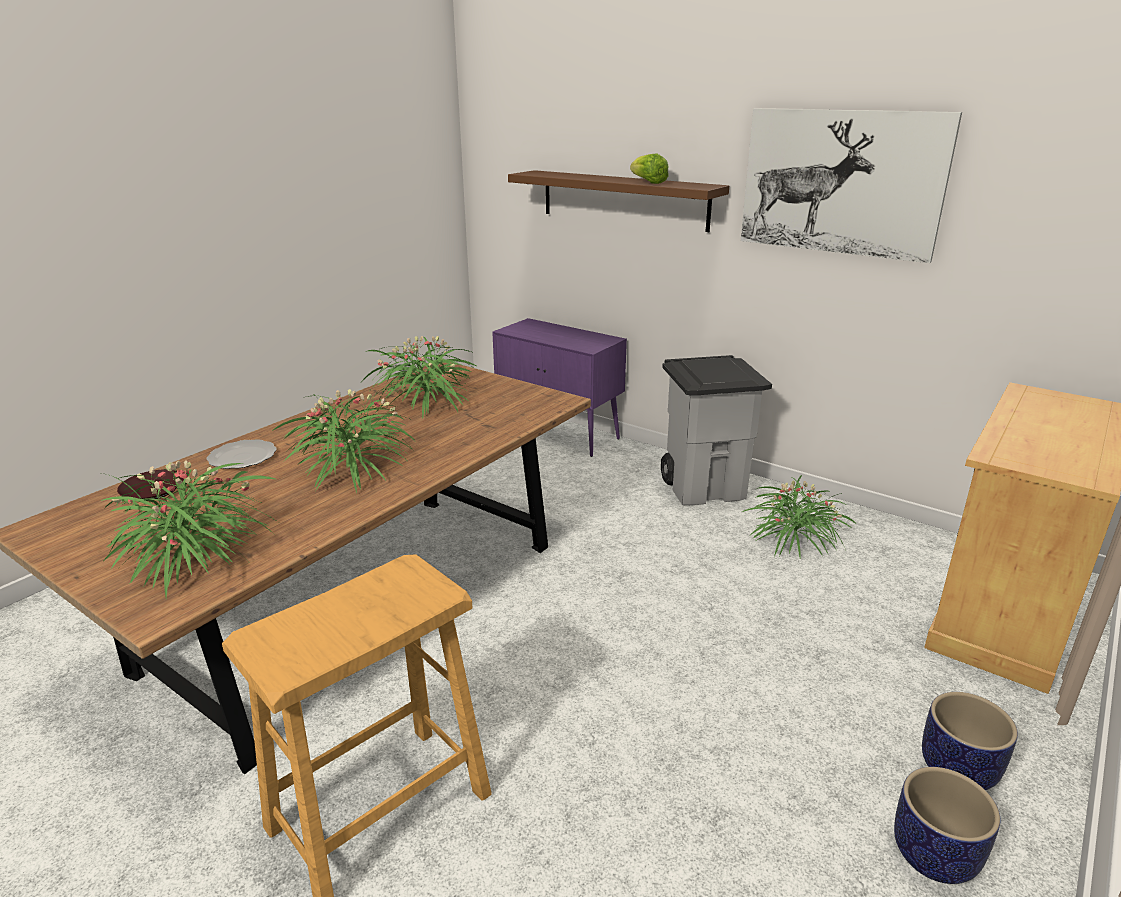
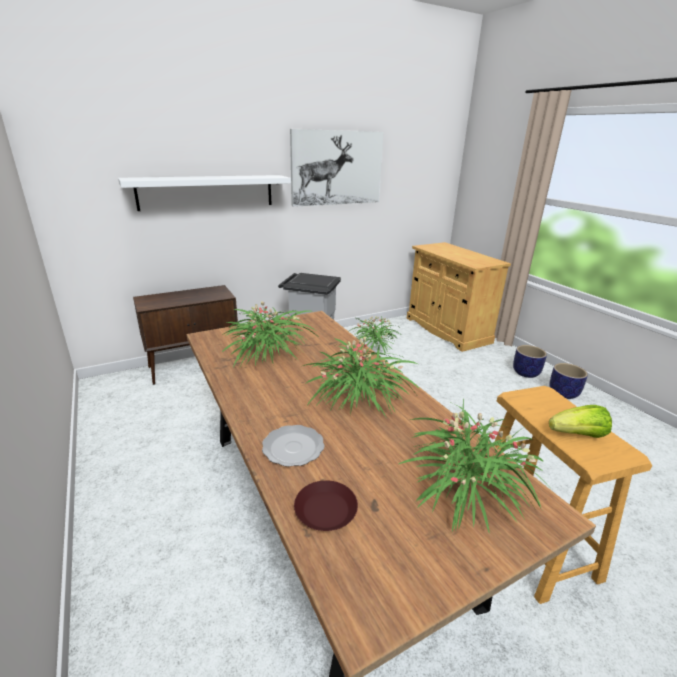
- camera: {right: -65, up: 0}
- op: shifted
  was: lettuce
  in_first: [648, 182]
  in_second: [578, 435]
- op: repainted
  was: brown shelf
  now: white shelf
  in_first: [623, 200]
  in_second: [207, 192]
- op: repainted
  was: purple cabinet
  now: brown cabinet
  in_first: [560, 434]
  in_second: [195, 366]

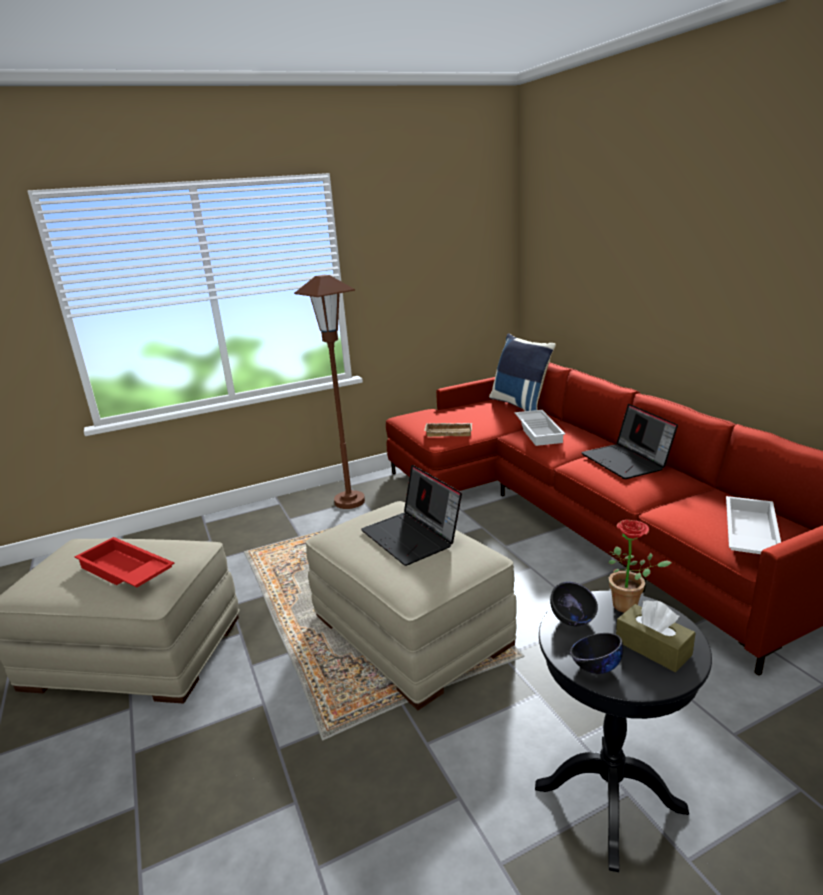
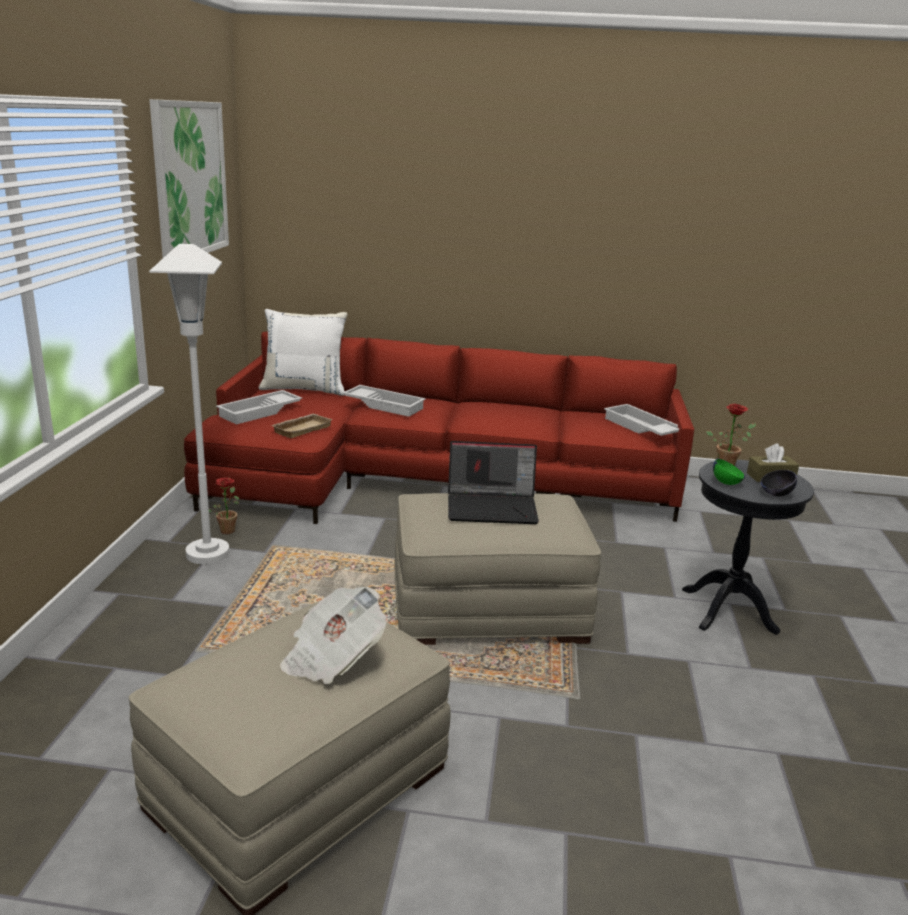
- camera: {right: -60, up: 0}
- op: repainted
  was: brown floor lamp
  now: white floor lamp
  in_first: [349, 501]
  in_second: [207, 553]
- op: repainted
  was: blue pillow
  now: white pillow
  in_first: [521, 405]
  in_second: [304, 389]
- op: gone
  was: laptop
  in_first: [627, 461]
- op: swapped
  was: red tray
  now: newspaper
  in_first: [124, 572]
  in_second: [332, 657]
- op: repainted
  was: black bowl
  now: green bowl
  in_first: [572, 620]
  in_second: [726, 483]
- op: new
  now: picture
  in_second: [190, 180]
- op: new
  now: white tray
  in_second: [260, 412]
- op: new
  now: potted plant
  in_second: [227, 529]

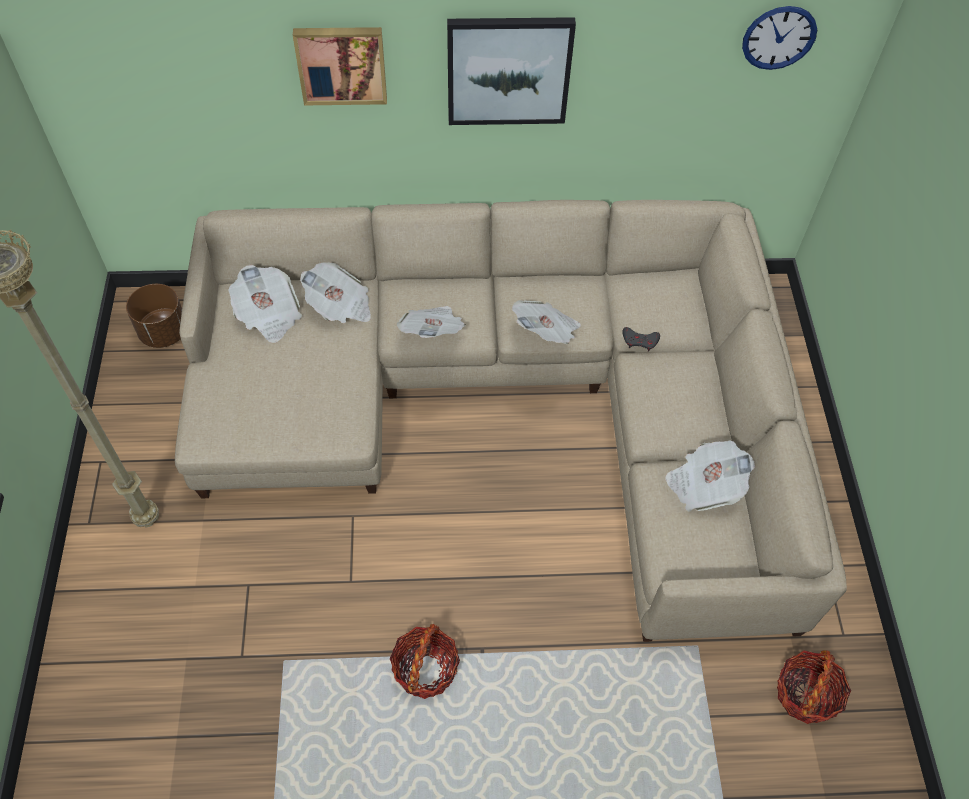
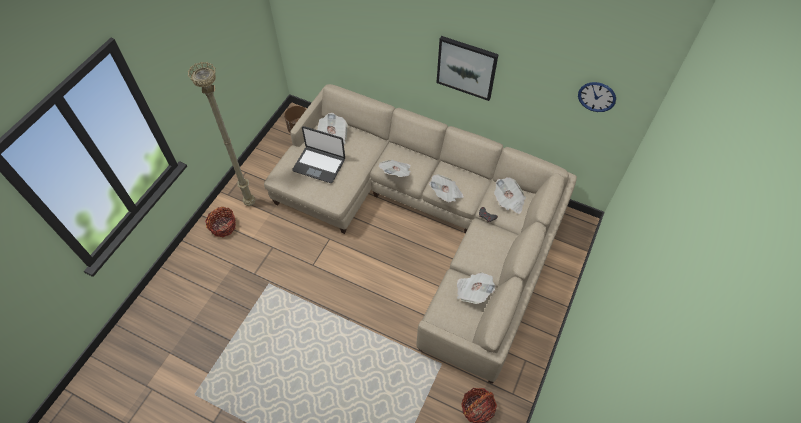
- camera: {right: 30, up: 0}
- op: gone
  was: picture
  in_first: [341, 64]
- op: shifted
  was: newspaper
  in_first: [340, 306]
  in_second: [509, 201]
- op: shifted
  was: basket
  in_first: [425, 669]
  in_second: [223, 226]
- op: new
  now: laptop
  in_second: [319, 164]

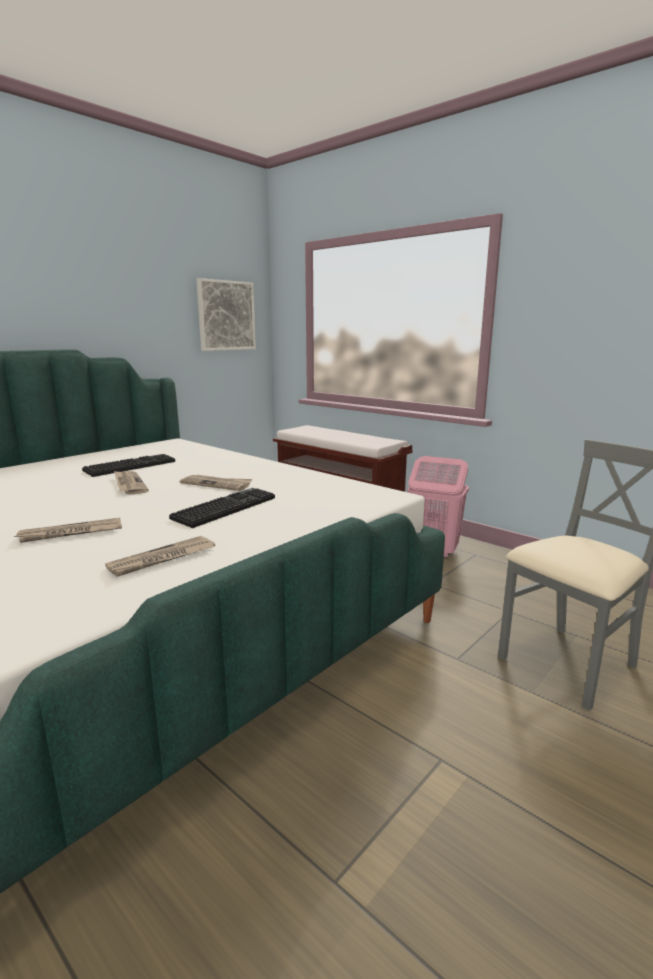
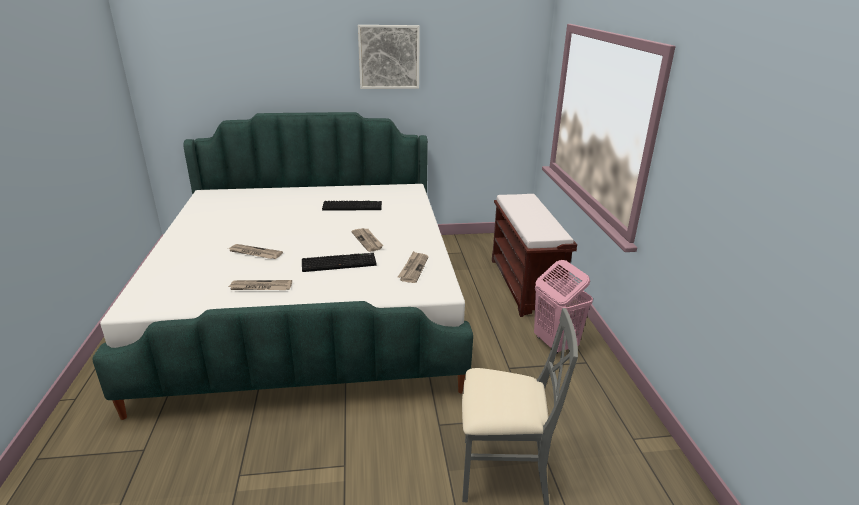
- camera: {right: 40, up: 10}
- op: shifted
  was: picture
  in_first: [226, 316]
  in_second: [389, 57]
- op: shifted
  was: newspaper
  in_first: [129, 484]
  in_second: [413, 268]

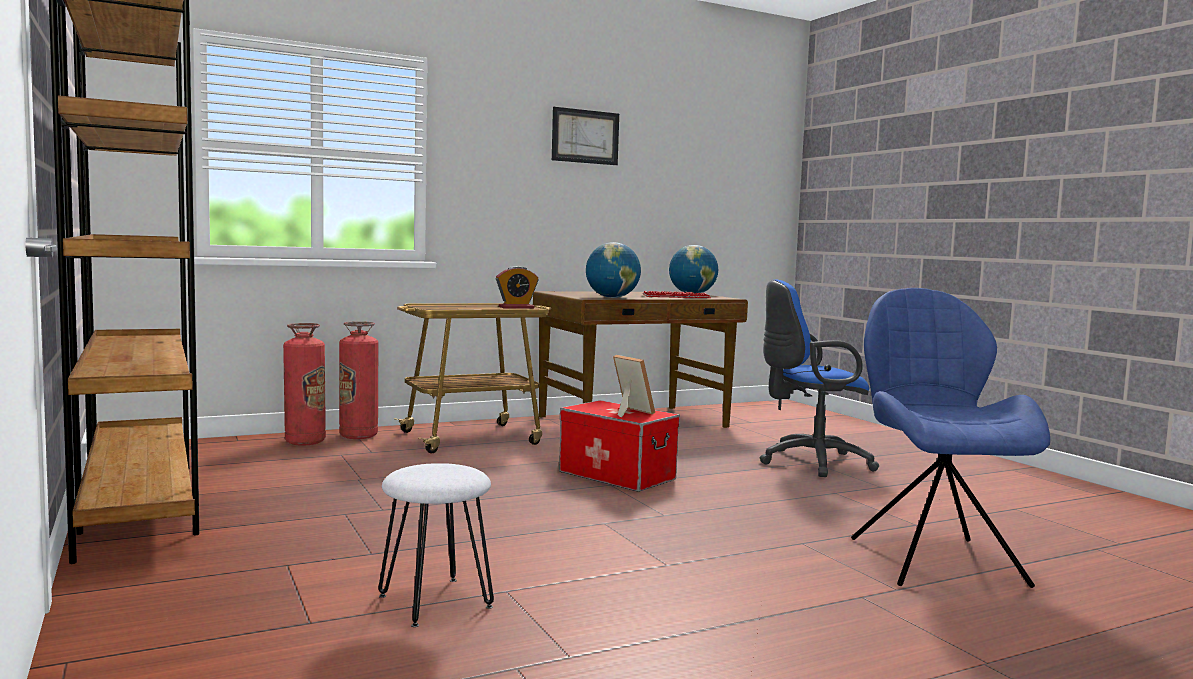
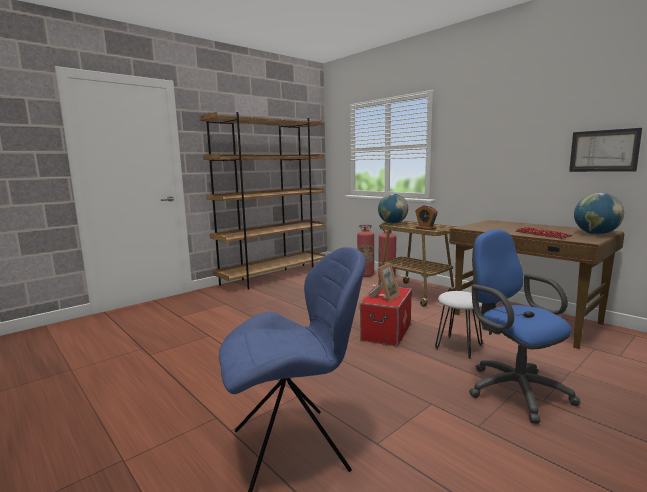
- camera: {right: 75, up: 5}
- op: shifted
  was: picture
  in_first: [585, 136]
  in_second: [603, 151]
- op: shifted
  was: globe
  in_first: [612, 297]
  in_second: [392, 223]
- op: shifted
  was: white stool
  in_first: [436, 602]
  in_second: [458, 347]

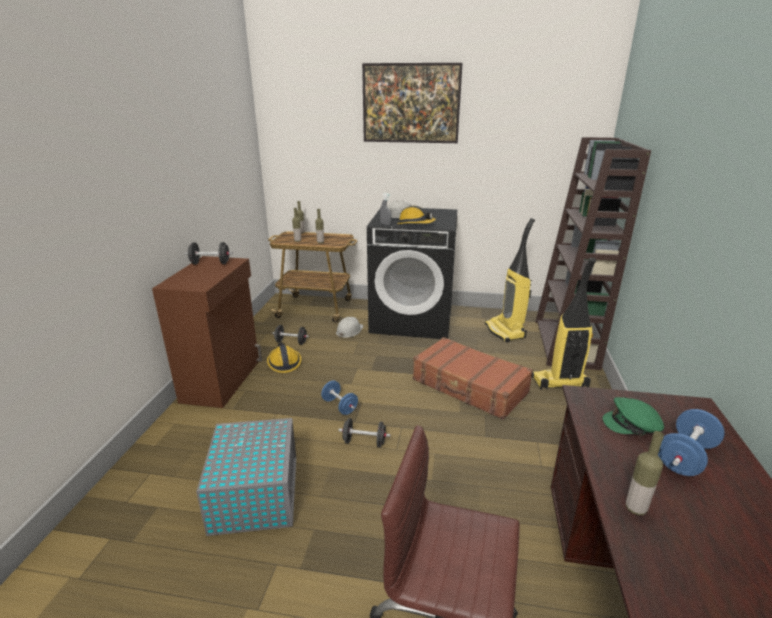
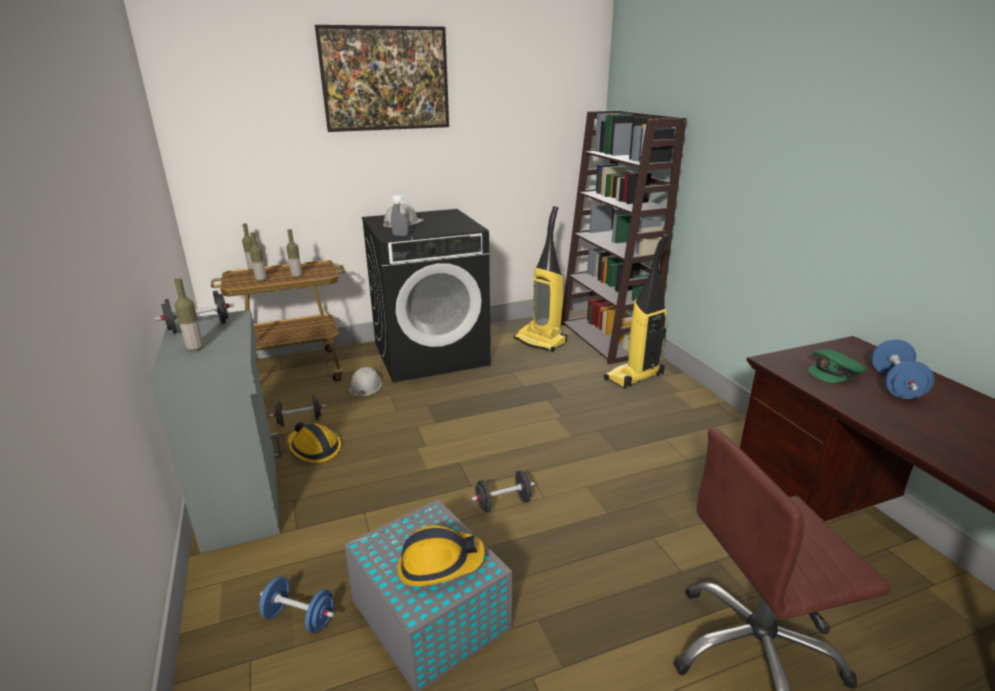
- camera: {right: -30, up: 0}
- op: shifted
  was: hard hat
  in_first: [415, 224]
  in_second: [439, 564]
- op: repainted
  was: brown cabinet
  now: grey cabinet
  in_first: [223, 380]
  in_second: [244, 498]
- op: gone
  was: brown suitcase
  in_first: [469, 387]
- op: shifted
  was: blue dumbbell
  in_first: [339, 406]
  in_second: [299, 618]
- op: shifted
  was: bottle
  in_first: [635, 508]
  in_second: [195, 349]

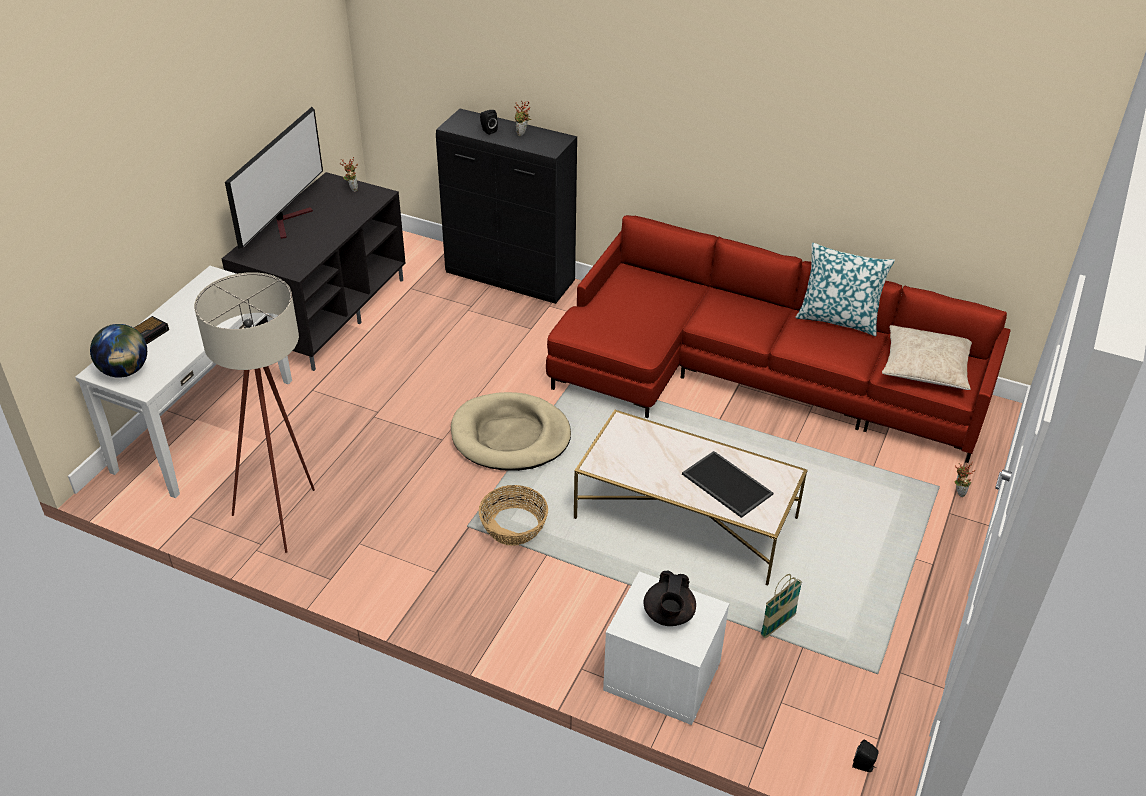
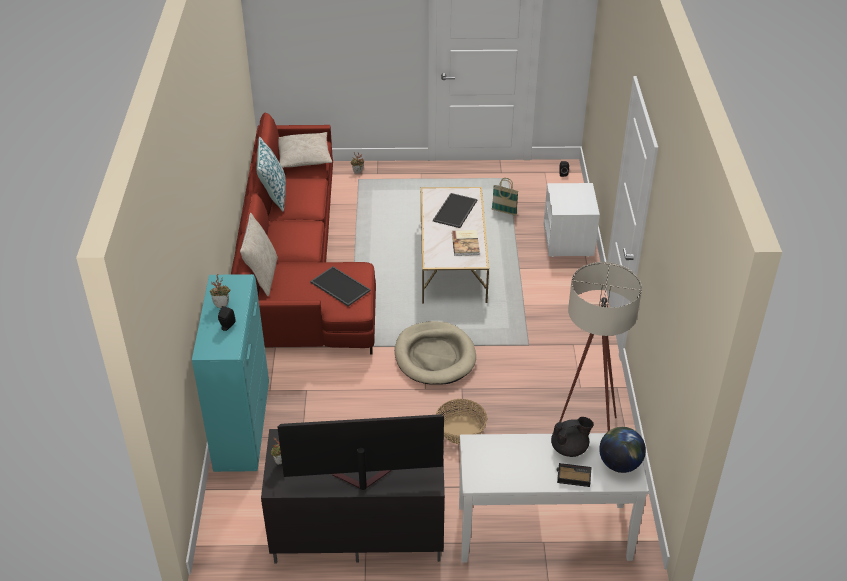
- camera: {right: -115, up: 0}
- op: repainted
  was: black cabinet
  now: turquoise cabinet
  in_first: [511, 279]
  in_second: [242, 427]
- op: shifted
  was: basket
  in_first: [513, 527]
  in_second: [461, 430]
- op: shifted
  was: black teapot
  in_first: [668, 615]
  in_second: [570, 448]
- op: new
  now: beige pillow
  in_second: [262, 276]
- op: new
  now: book
  in_second: [466, 243]
- op: new
  now: tray
  in_second: [339, 286]

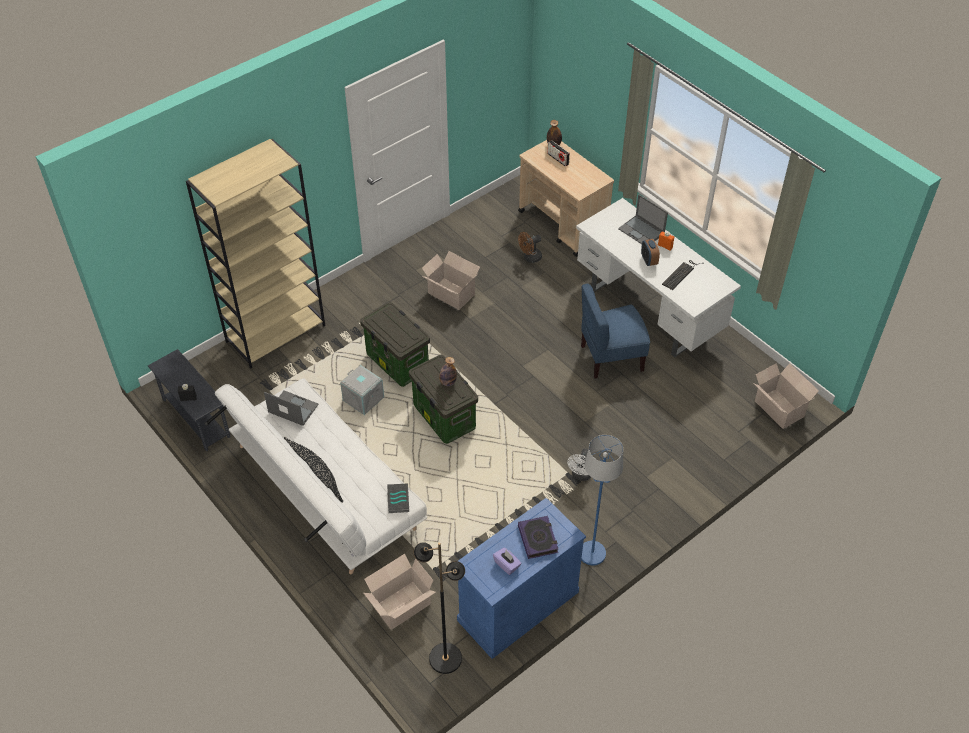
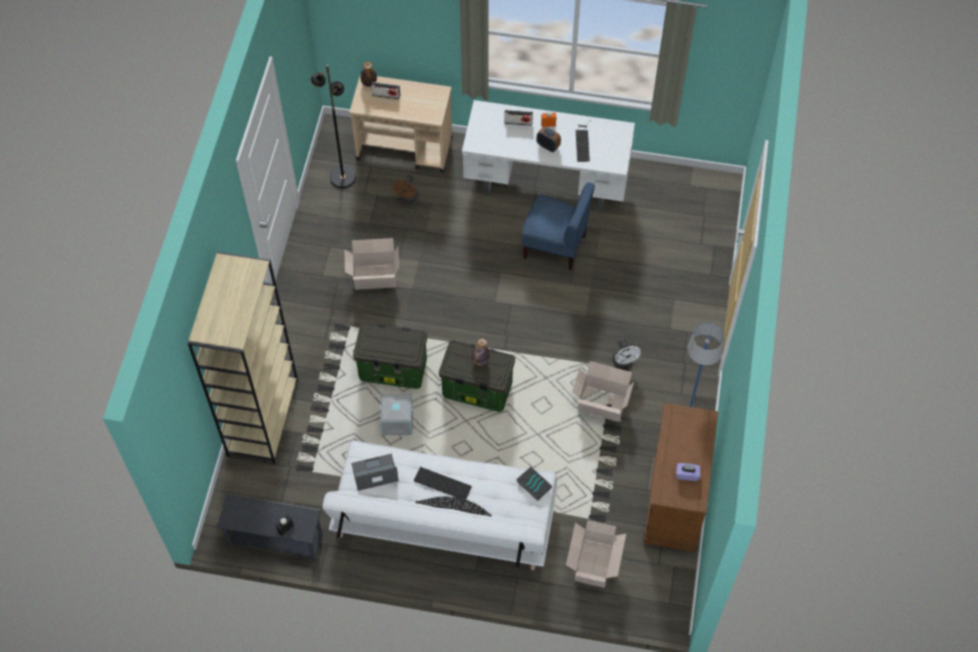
- camera: {right: -40, up: 10}
- op: swapped
  was: laptop
  now: radio
  in_first: [642, 231]
  in_second: [518, 122]
- op: rotated
  was: blue chair
  in_first: [611, 357]
  in_second: [555, 246]
  clockwise: -105
- op: shifted
  was: cardboard box
  in_first: [778, 407]
  in_second: [600, 403]
- op: repainted
  was: blue cabinet
  now: brown cabinet
  in_first: [518, 606]
  in_second: [674, 498]
- op: gone
  was: book
  in_first: [538, 539]
- op: shifted
  was: black floor lamp
  in_first: [445, 658]
  in_second: [342, 177]
- op: new
  now: keyboard
  in_second: [441, 484]

